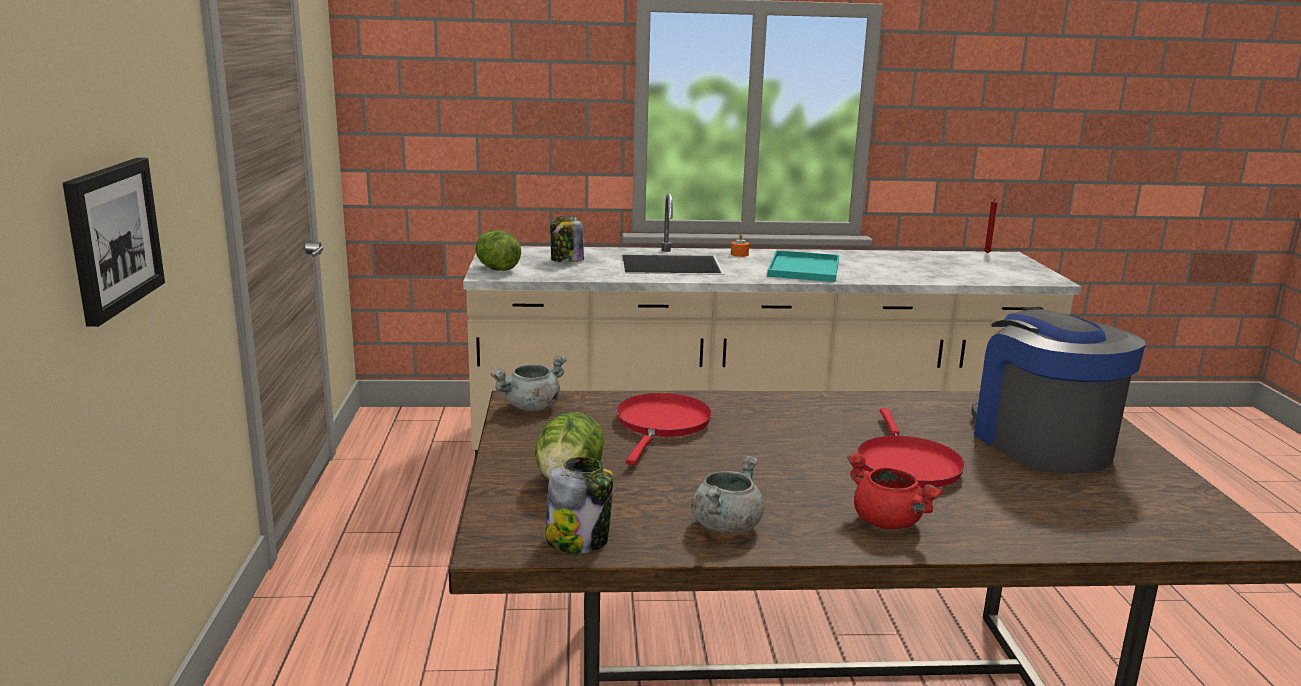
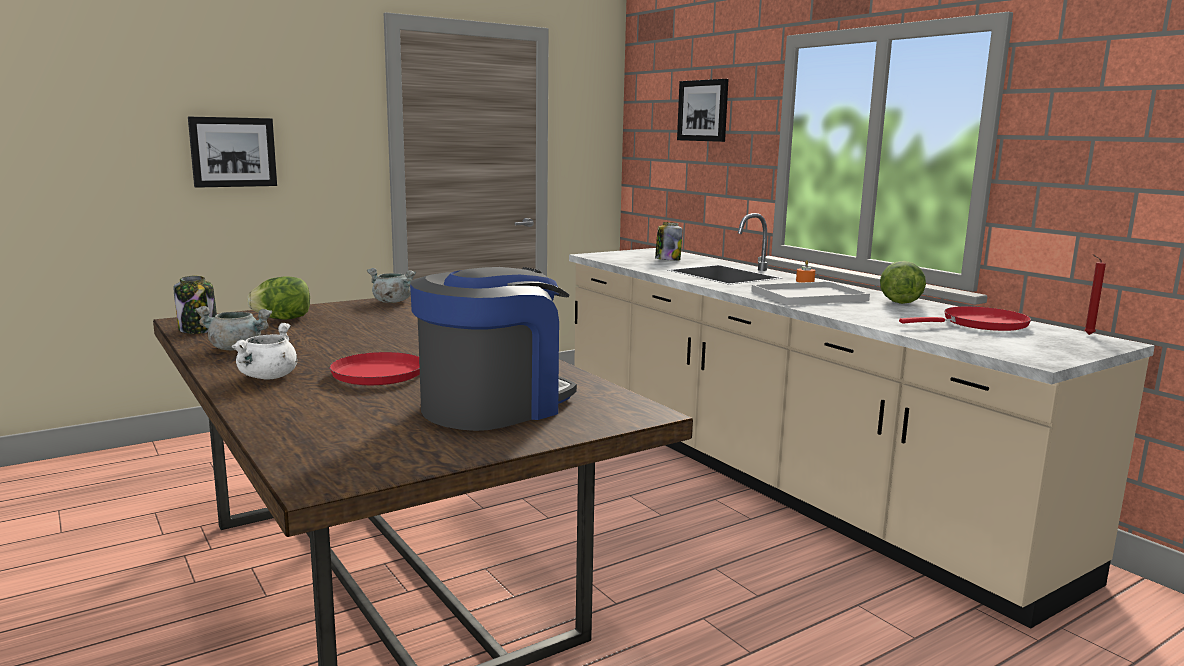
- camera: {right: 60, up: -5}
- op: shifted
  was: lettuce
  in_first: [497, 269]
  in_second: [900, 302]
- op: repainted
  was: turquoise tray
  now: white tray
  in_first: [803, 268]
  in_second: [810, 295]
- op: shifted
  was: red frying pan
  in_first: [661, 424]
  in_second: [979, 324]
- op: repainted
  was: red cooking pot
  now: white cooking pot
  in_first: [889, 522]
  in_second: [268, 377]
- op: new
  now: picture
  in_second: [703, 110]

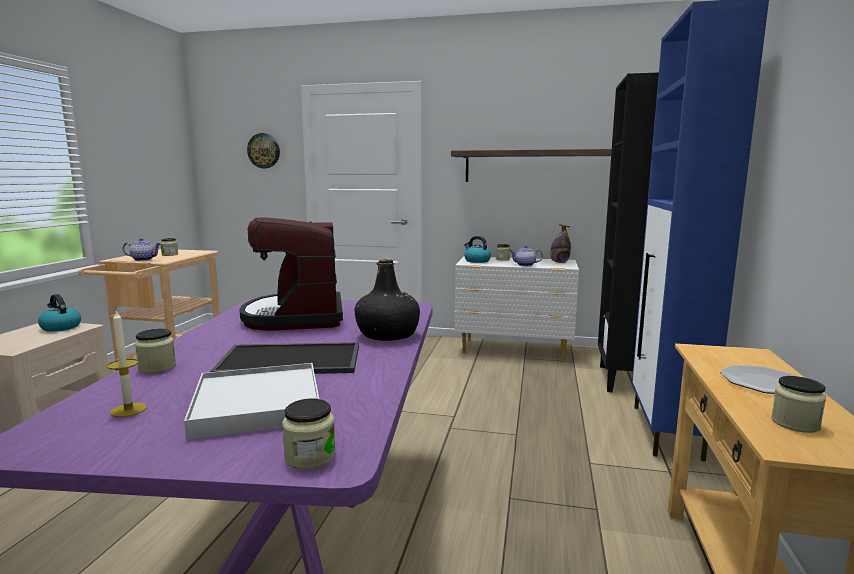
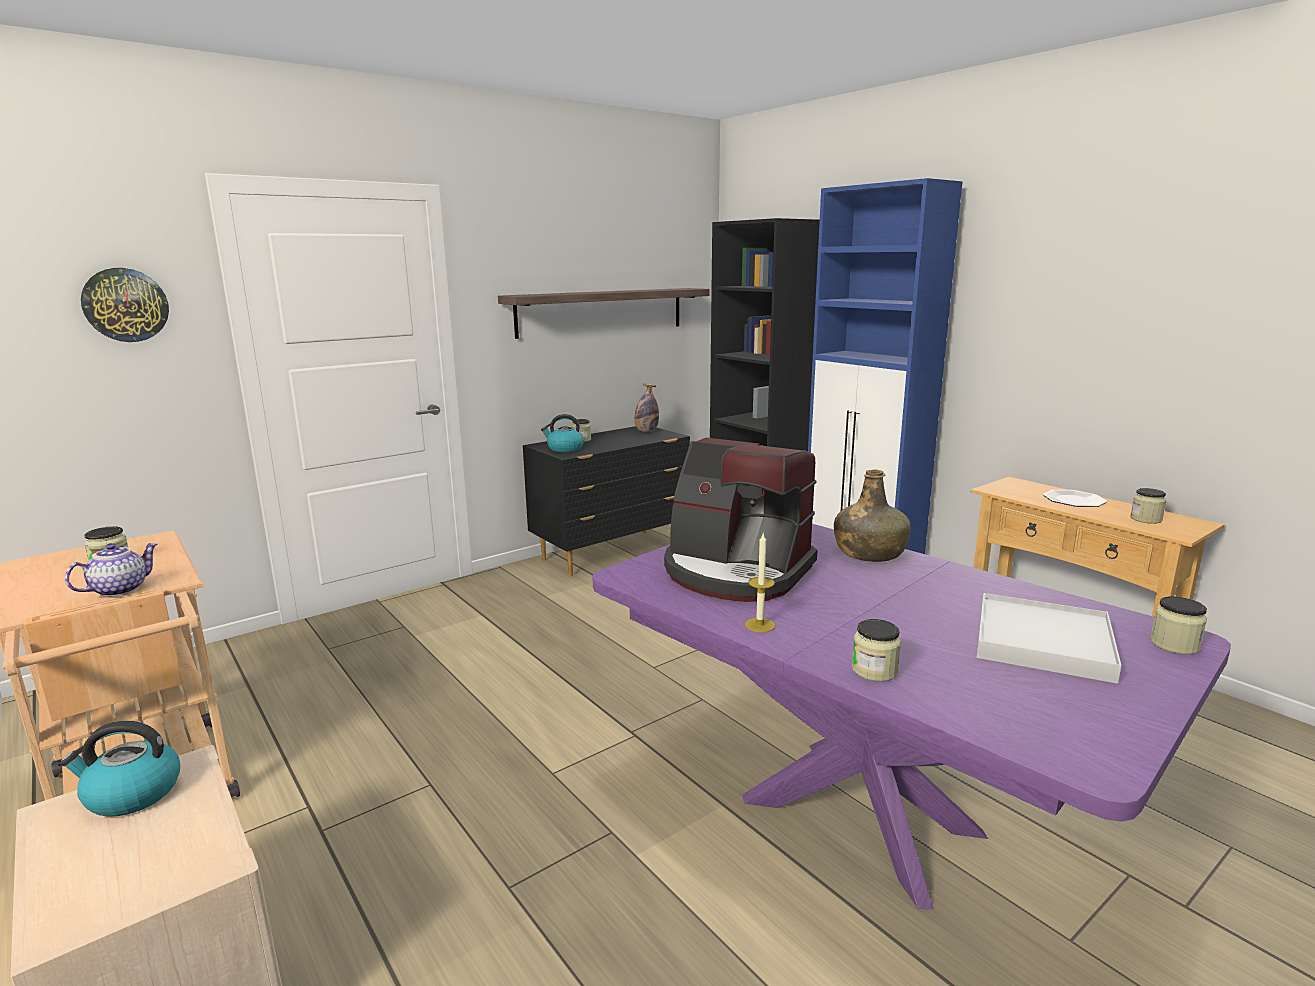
- camera: {right: -50, up: 5}
- op: gone
  was: teapot
  in_first: [525, 265]
- op: repainted
  was: white dresser
  now: black dresser
  in_first: [514, 350]
  in_second: [612, 552]
- op: repainted
  was: black bottle
  now: green bottle
  in_first: [388, 335]
  in_second: [869, 553]
- op: shifted
  was: candle
  in_first: [128, 410]
  in_second: [760, 625]
- op: gone
  was: tray
  in_first: [288, 361]

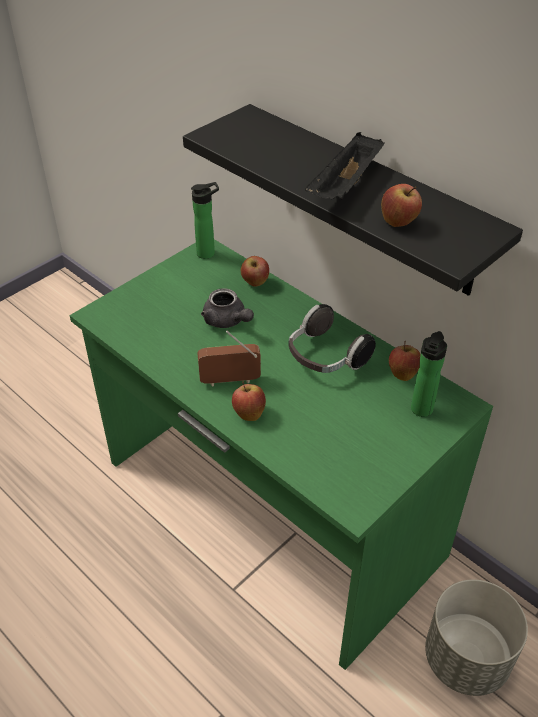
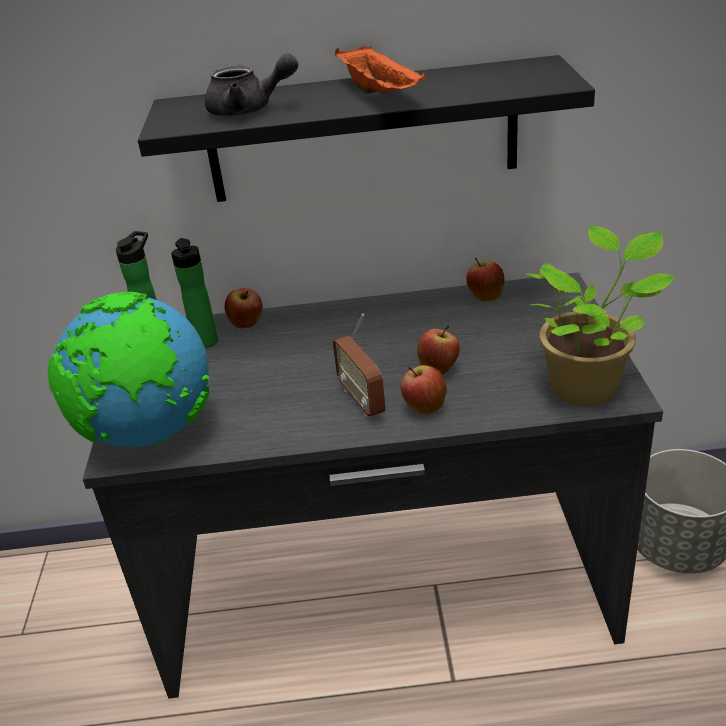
- camera: {right: -45, up: -10}
- op: repainted
  was: black tray
  now: orange tray
  in_first: [345, 186]
  in_second: [380, 94]
- op: shifted
  was: apple
  in_first: [399, 222]
  in_second: [439, 369]
- op: repainted
  was: green desk
  now: grey desk
  in_first: [269, 509]
  in_second: [386, 589]
- op: shifted
  was: grey teapot
  in_first: [227, 321]
  in_second: [249, 110]
- op: gone
  was: headphones
  in_first: [325, 357]
- op: rotated
  was: radio
  in_first: [230, 381]
  in_second: [362, 400]
  clockwise: -60
- op: shifted
  was: bottle
  in_first: [420, 411]
  in_second: [206, 344]
- op: new
  now: potted plant
  in_second: [587, 386]
- op: new
  now: globe
  in_second: [149, 434]

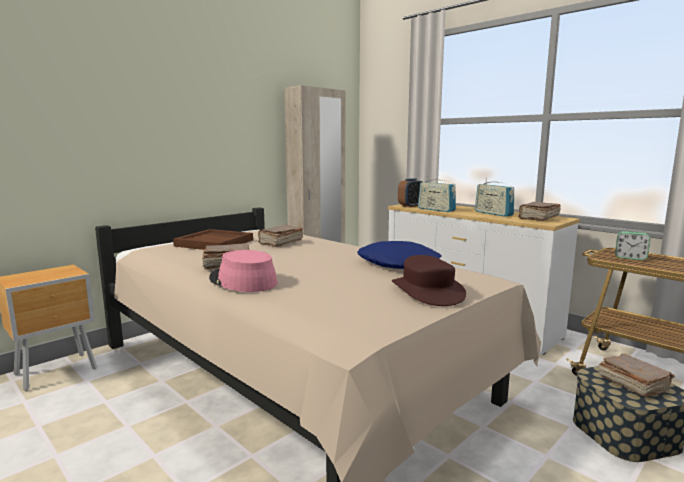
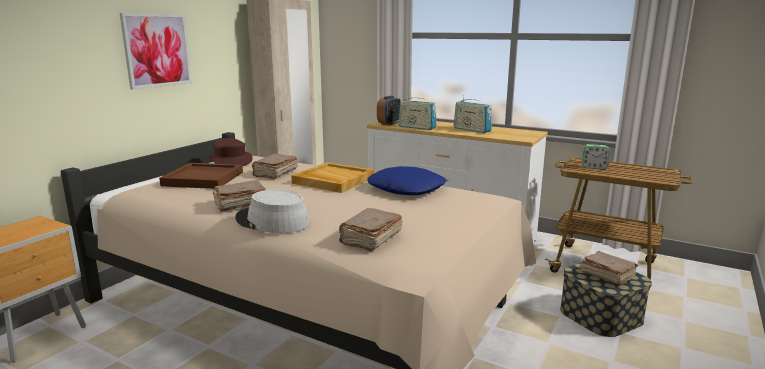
- camera: {right: -15, up: 5}
- op: shifted
  was: brown book
  in_first: [538, 218]
  in_second: [370, 239]
- op: repainted
  was: pink hat
  now: grey hat
  in_first: [242, 281]
  in_second: [272, 221]
- op: shifted
  was: brown hat
  in_first: [427, 291]
  in_second: [230, 160]
- op: new
  now: picture
  in_second: [157, 50]
- op: new
  now: beige tray
  in_second: [333, 180]

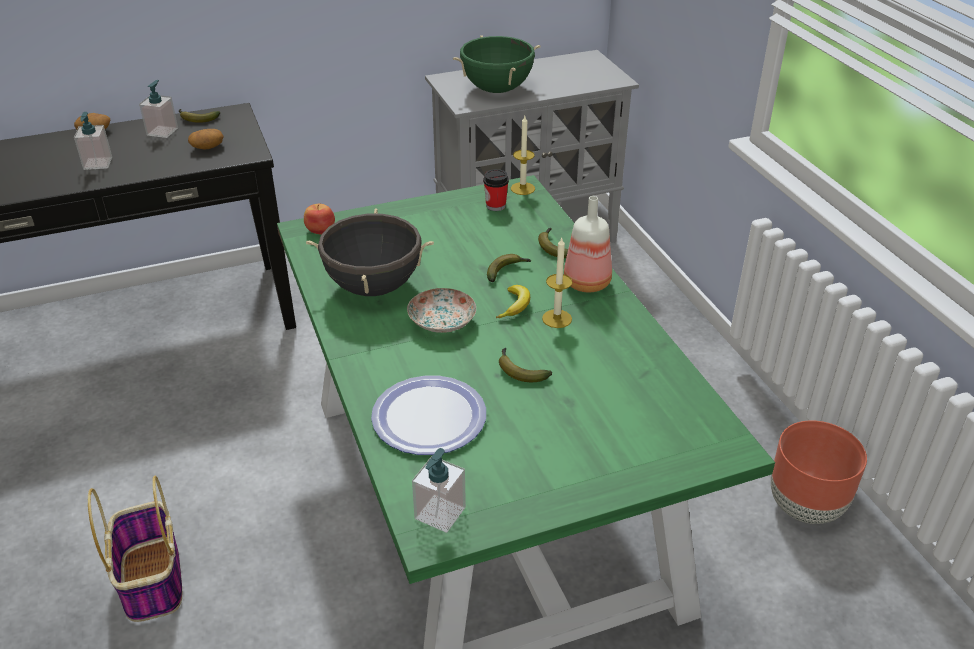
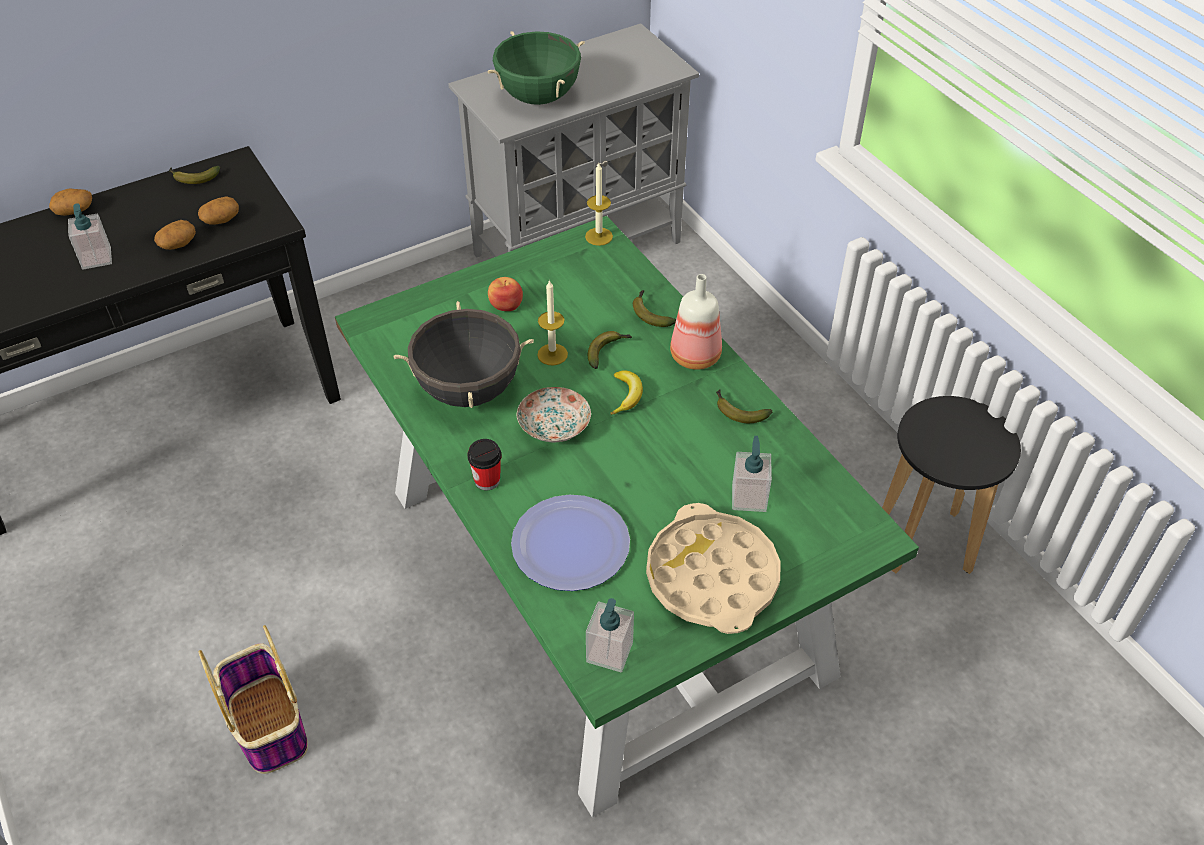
- camera: {right: -10, up: 10}
- op: shifted
  was: soap dispenser
  in_first: [162, 131]
  in_second: [749, 497]
- op: shifted
  was: cup
  in_first: [495, 206]
  in_second: [487, 480]
- op: shifted
  was: apple
  in_first: [320, 230]
  in_second: [506, 305]
- op: shifted
  was: candle
  in_first: [557, 318]
  in_second: [552, 354]
- op: shifted
  was: banana
  in_first: [519, 370]
  in_second: [738, 411]
- op: swapped
  was: brown planter
  now: black stool
  in_first: [804, 507]
  in_second: [924, 542]
- op: new
  now: potato
  in_second: [178, 244]
- op: new
  now: beige tray
  in_second: [712, 577]

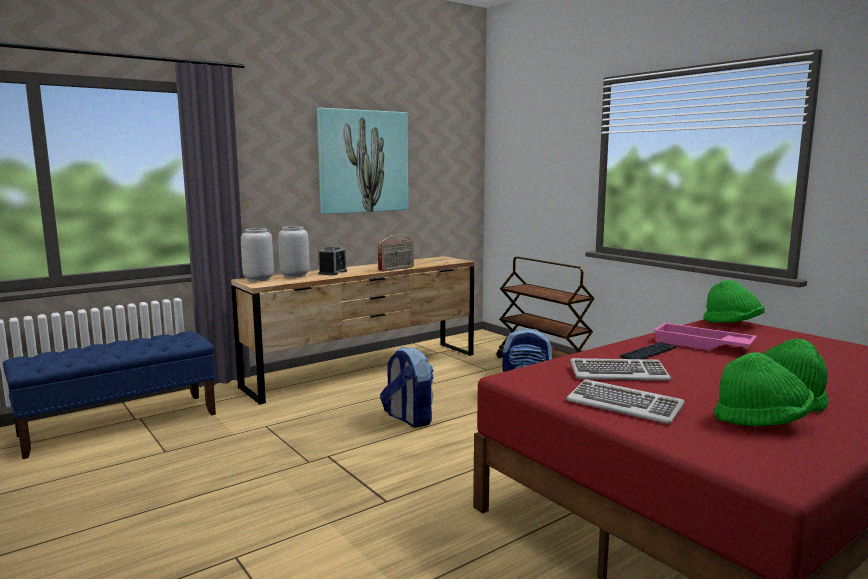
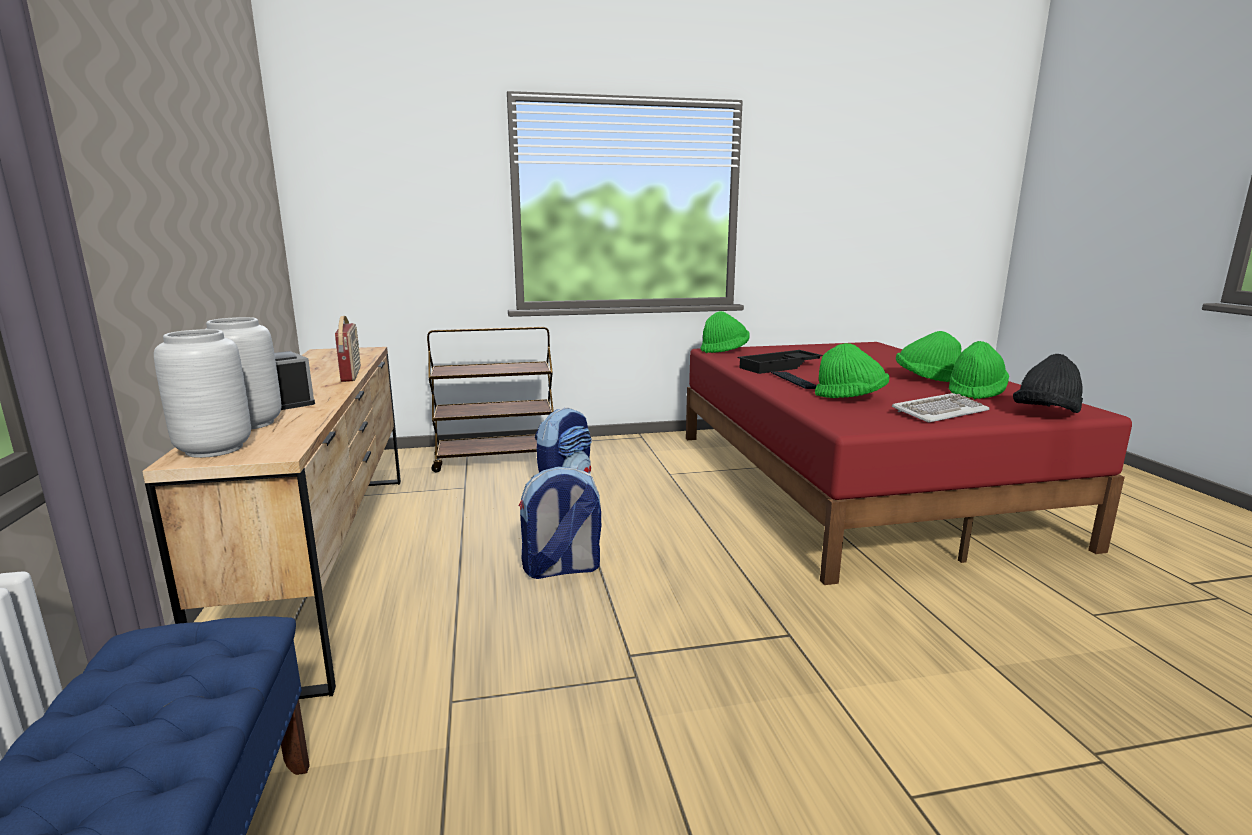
- camera: {right: -65, up: 5}
- op: gone
  was: picture
  in_first: [363, 161]
- op: repainted
  was: pink tray
  now: black tray
  in_first: [702, 345]
  in_second: [779, 367]
- op: swapped
  was: keyboard
  now: green hat
  in_first: [618, 373]
  in_second: [850, 398]
- op: new
  now: black hat
  in_second: [1045, 414]

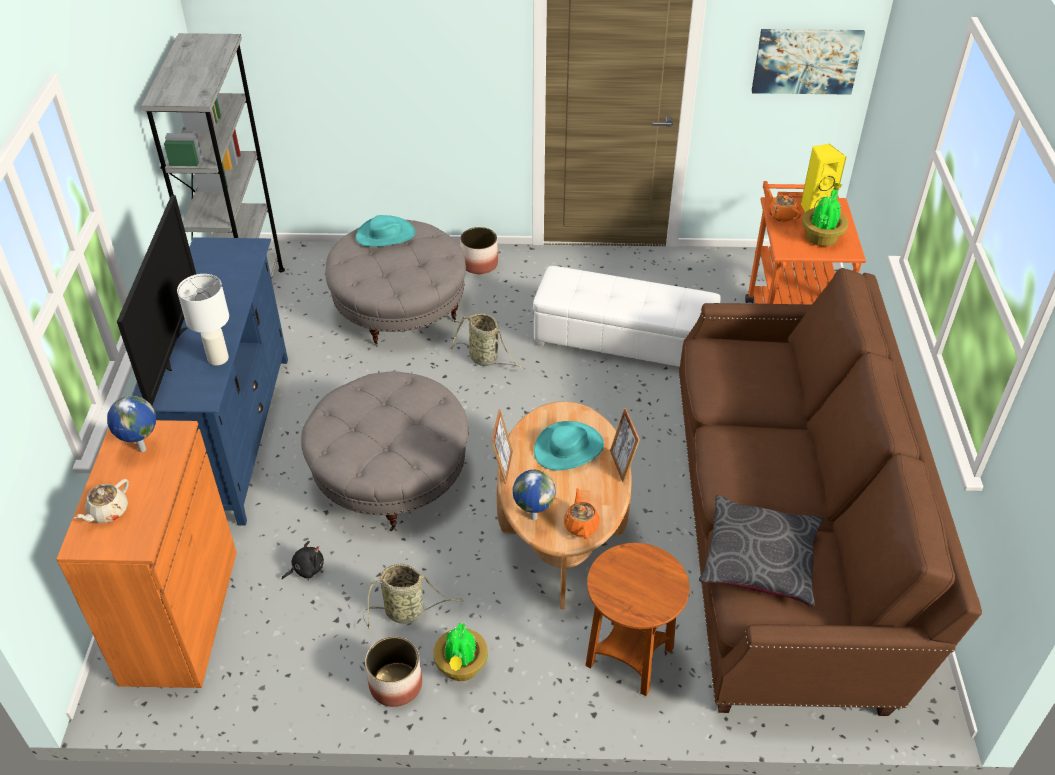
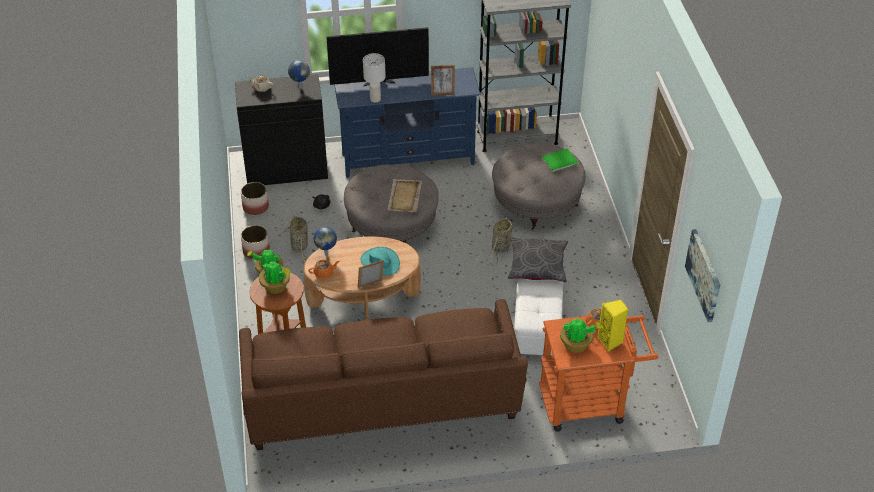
- camera: {right: 80, up: 0}
- op: swapped
  was: turquoise hat
  now: green book
  in_first: [385, 235]
  in_second: [558, 161]
- op: shifted
  was: planter
  in_first: [479, 263]
  in_second: [256, 207]
- op: shifted
  was: picture frame
  in_first: [502, 466]
  in_second: [442, 92]
- op: repainted
  was: orange cabinet
  now: black cabinet
  in_first: [180, 616]
  in_second: [286, 169]
- op: shifted
  was: grey pillow
  in_first: [760, 559]
  in_second: [537, 265]
- op: new
  now: beige tray
  in_second: [404, 197]
- op: new
  now: potted plant
  in_second: [276, 287]

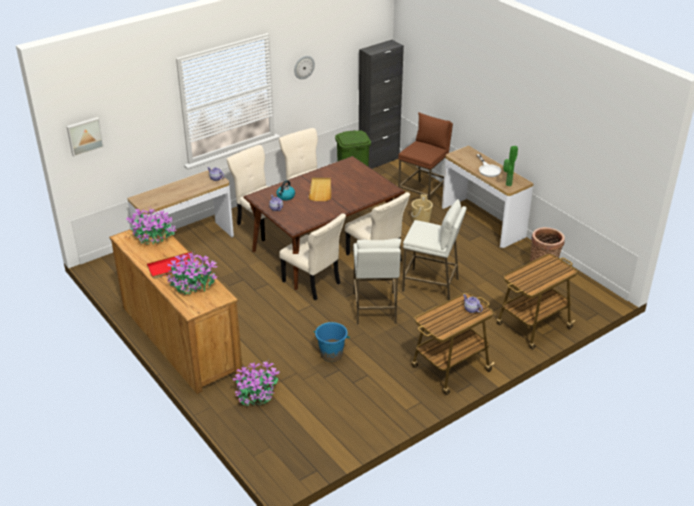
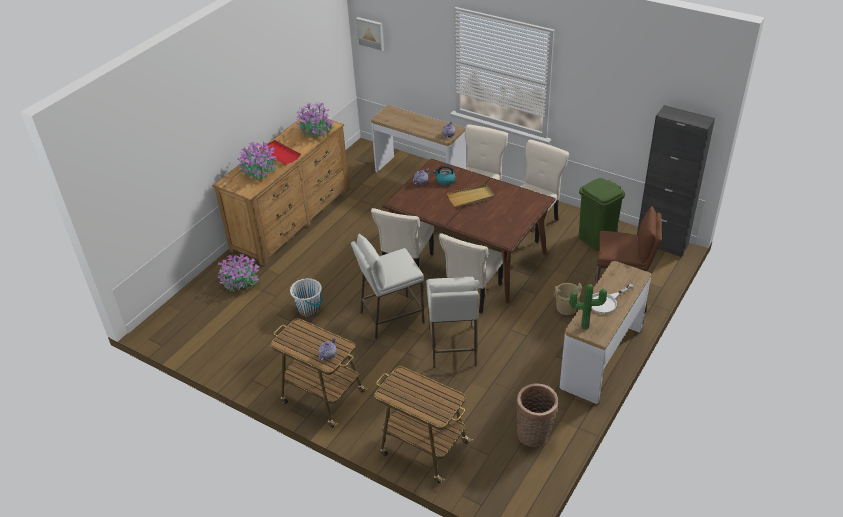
- camera: {right: 70, up: 5}
- op: gone
  was: wall clock
  in_first: [303, 67]
- op: repainted
  was: blue bucket
  now: white bucket
  in_first: [331, 354]
  in_second: [309, 309]

